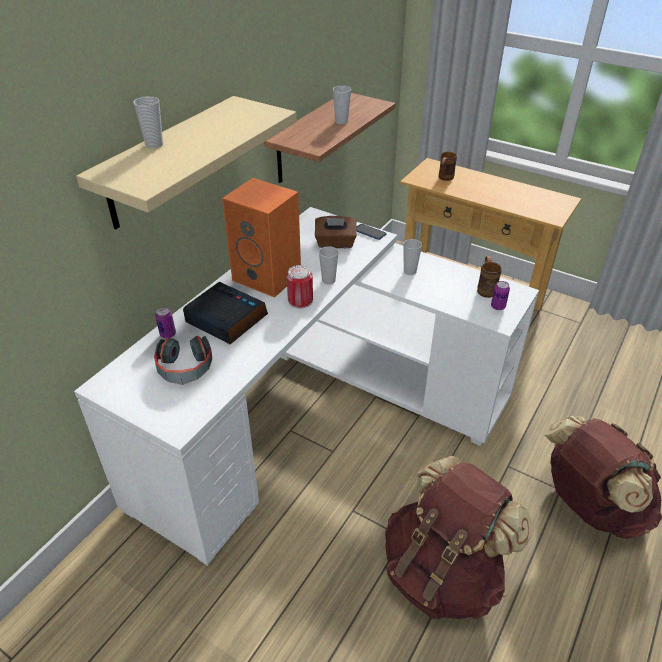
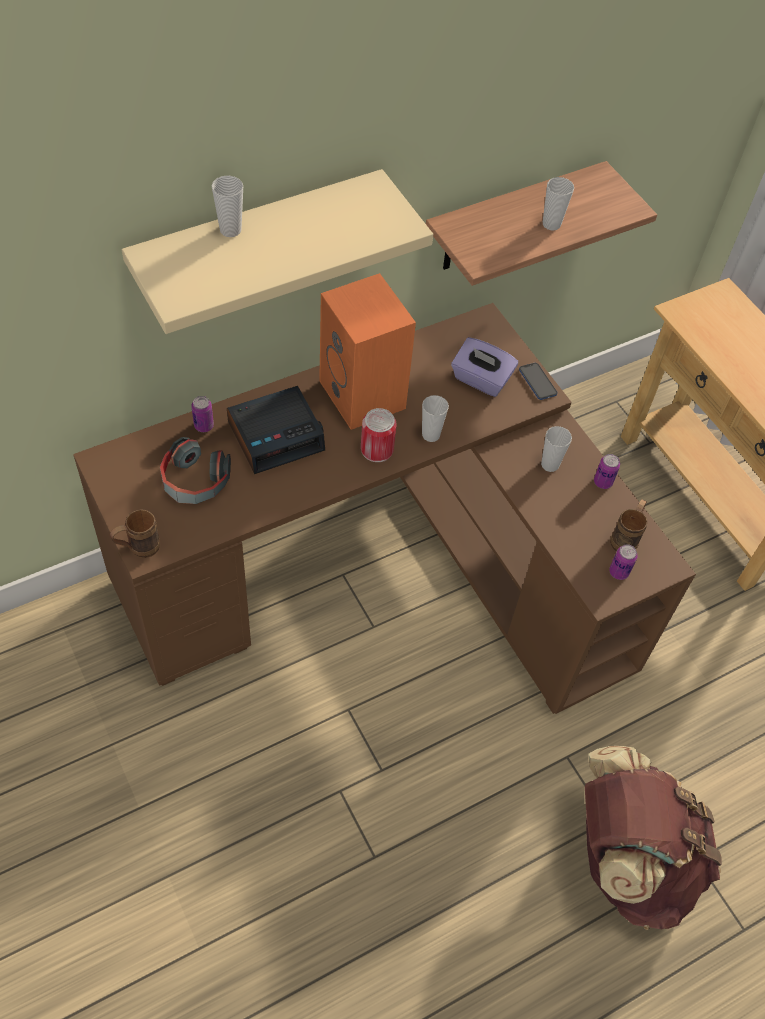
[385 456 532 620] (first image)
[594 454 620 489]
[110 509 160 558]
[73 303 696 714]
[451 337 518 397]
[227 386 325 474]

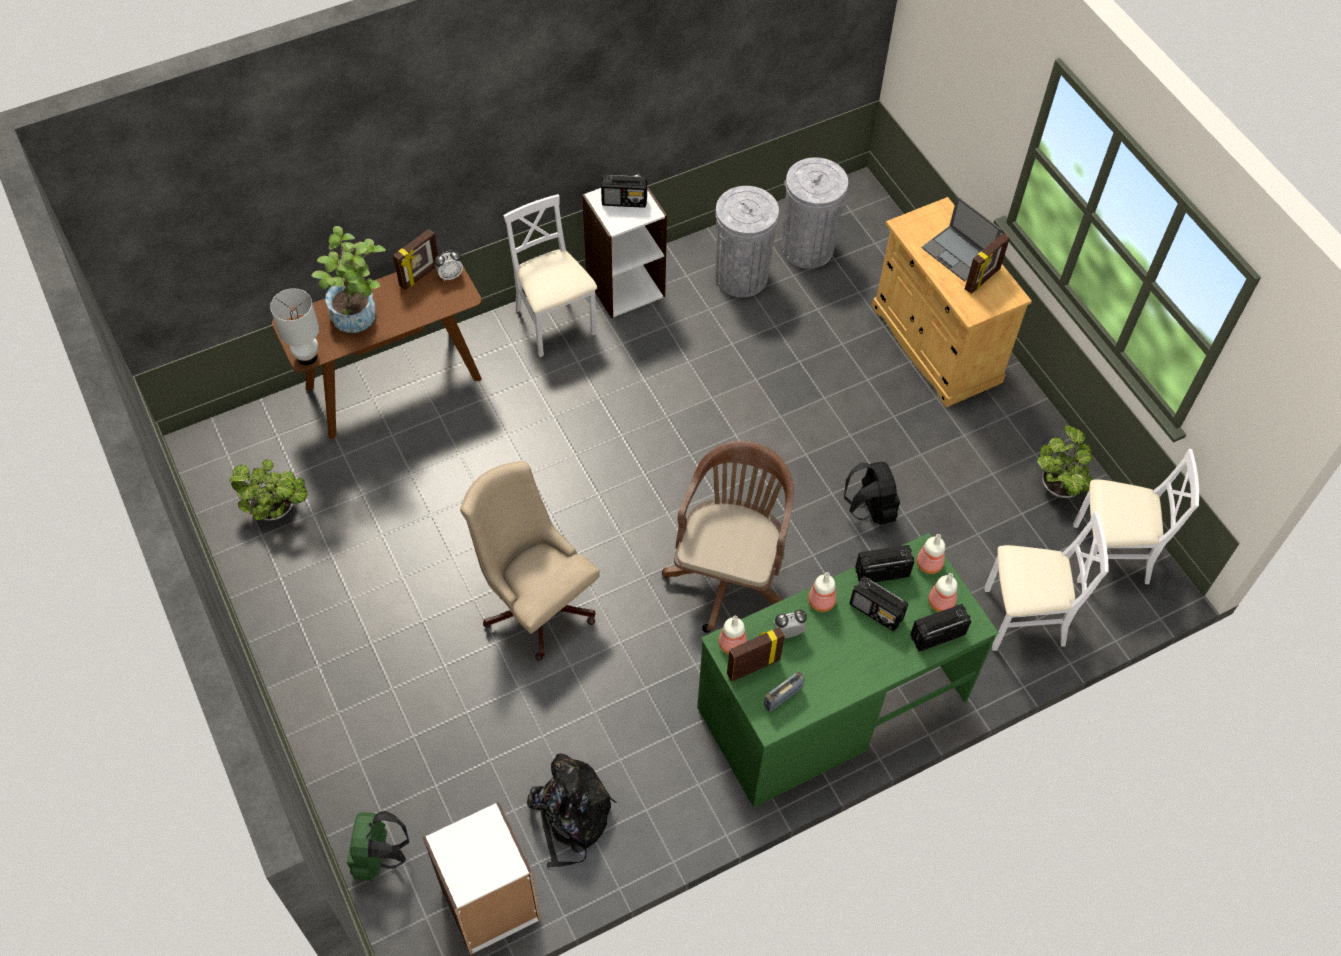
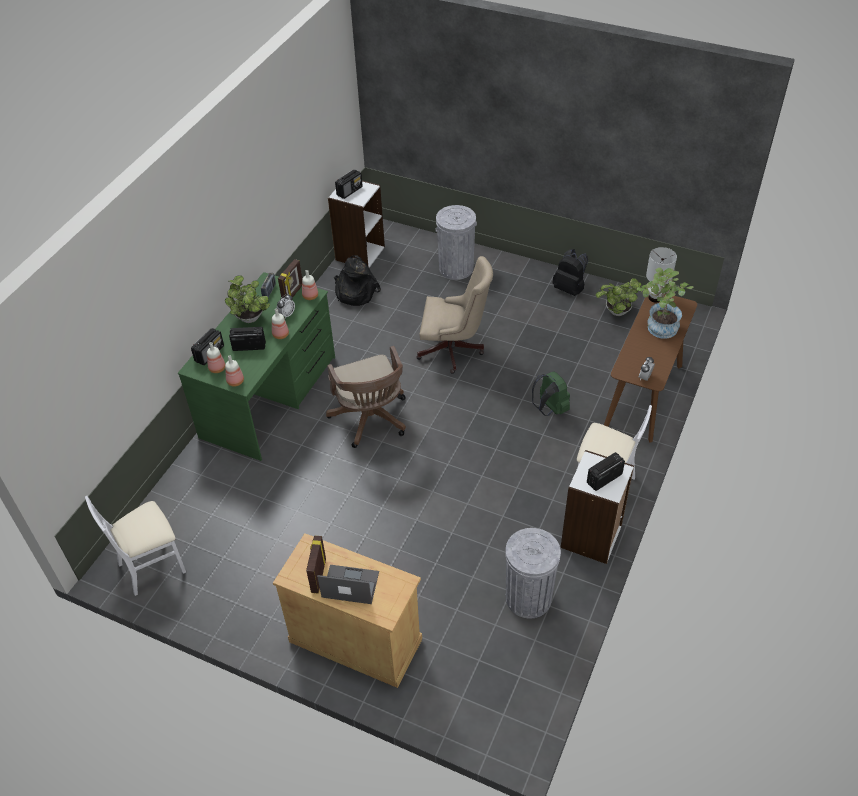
[393 229 438 290] (first image)
[984 511 1109 651] (first image)
[532 371 570 416]
[435 205 477 280]
[552 249 588 296]
[335 170 363 199]
[225 275 270 323]

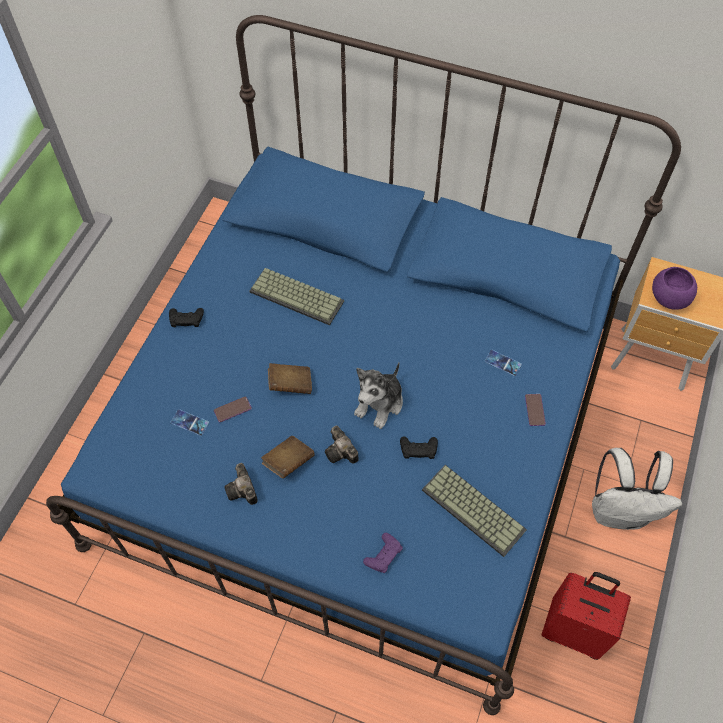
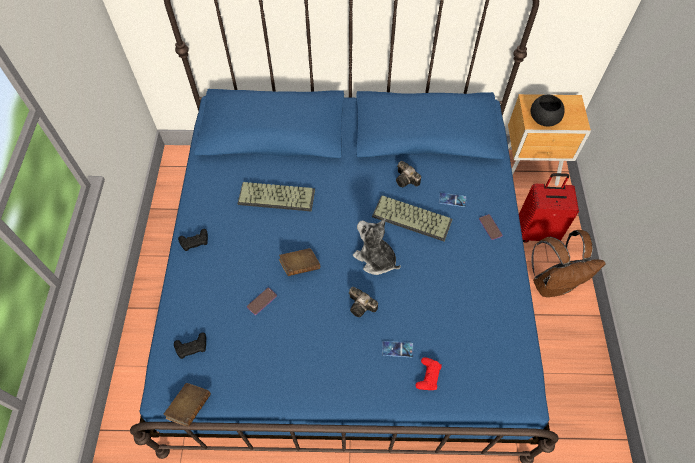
[382 341 413 357]
[396 161 421 187]
[163 383 211 427]
[174 332 206 359]
[372 195 452 241]
[519 173 579 243]
[415 357 442 390]
[532 230 606 297]
[531 95 565 127]
[353 218 401 275]

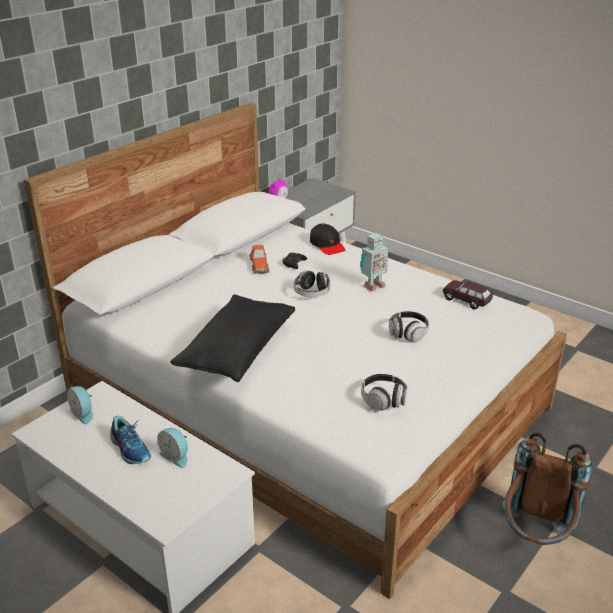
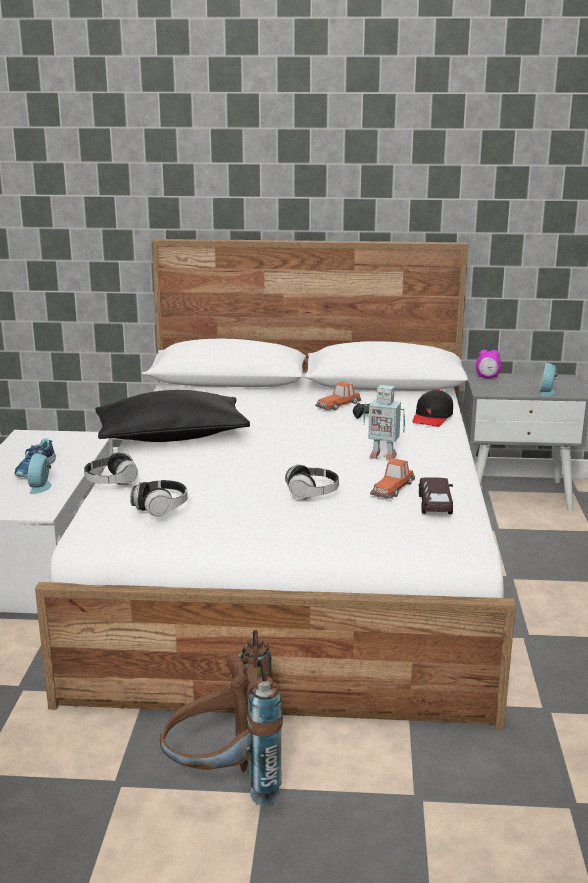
[370 458 415 499]
[540 363 558 397]
[84 452 138 485]

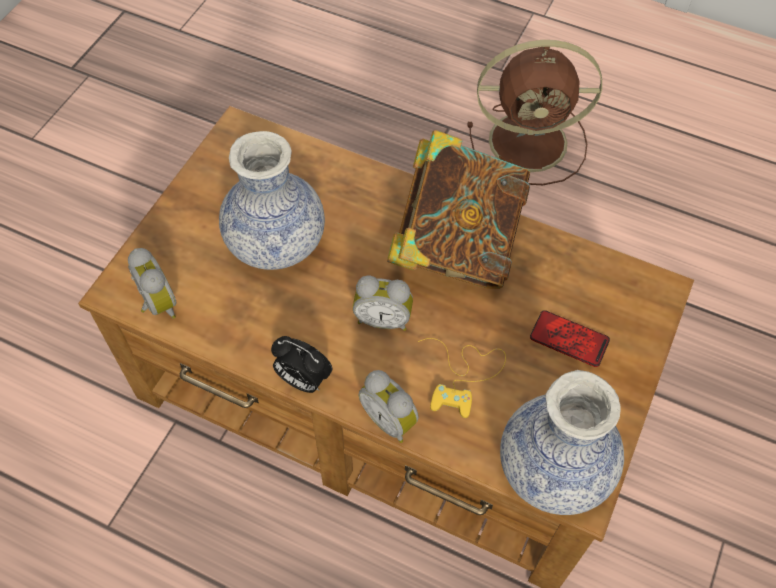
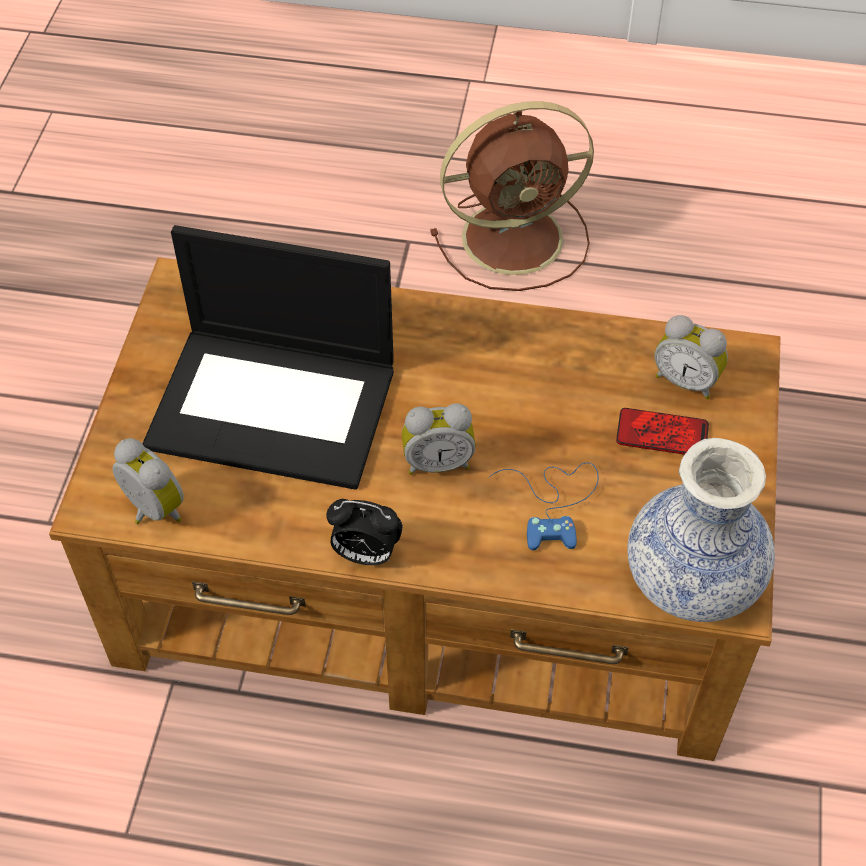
[387 130 530 289] (first image)
[654 315 728 400]
[142 225 394 490]
[489 462 598 551]

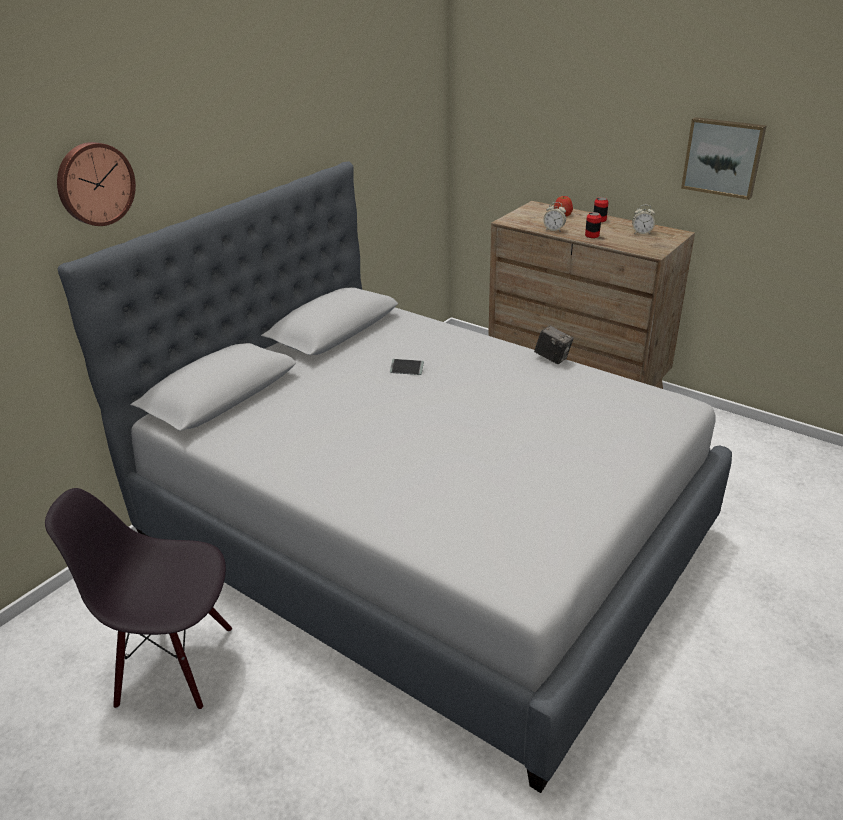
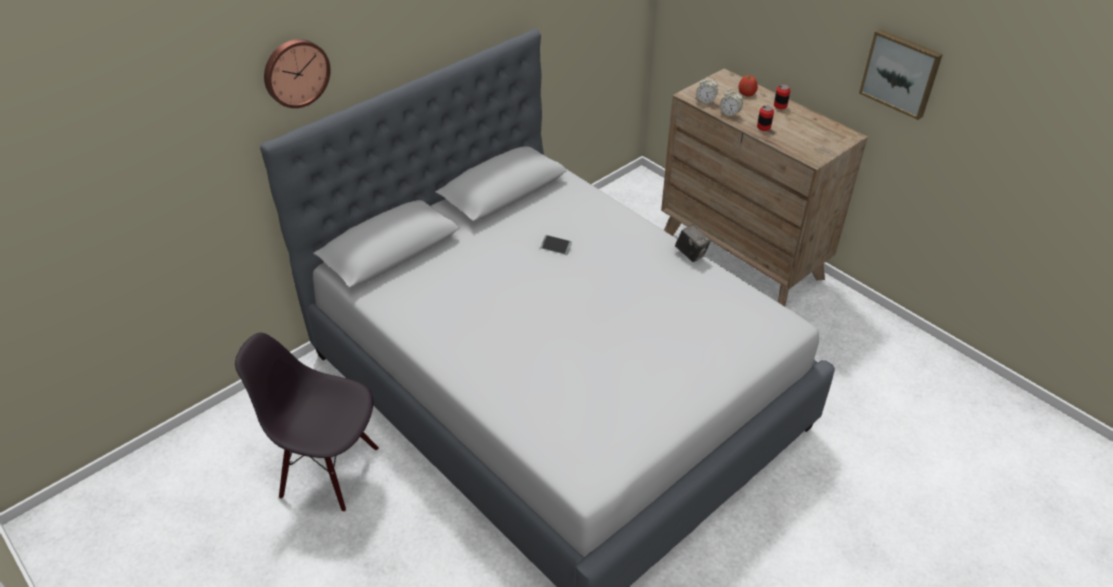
[696 76 718 104]

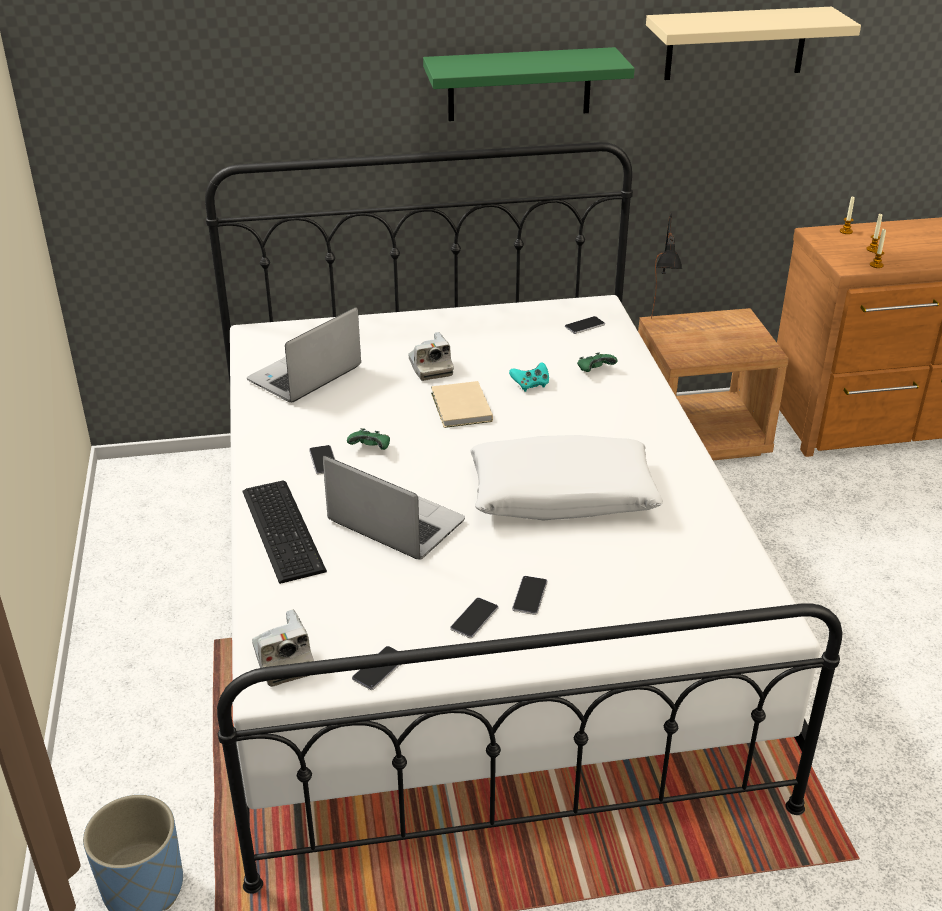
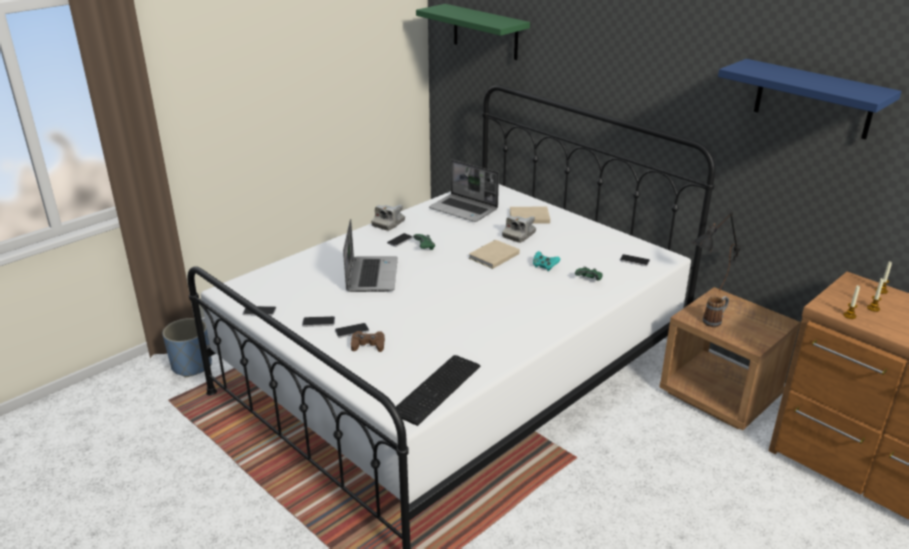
[470 435 663 520] (first image)
[351 331 385 352]
[510 207 550 224]
[703 296 729 327]
[396 355 480 426]
[371 205 405 231]
[416 4 530 60]
[718 59 902 139]
[429 160 499 222]

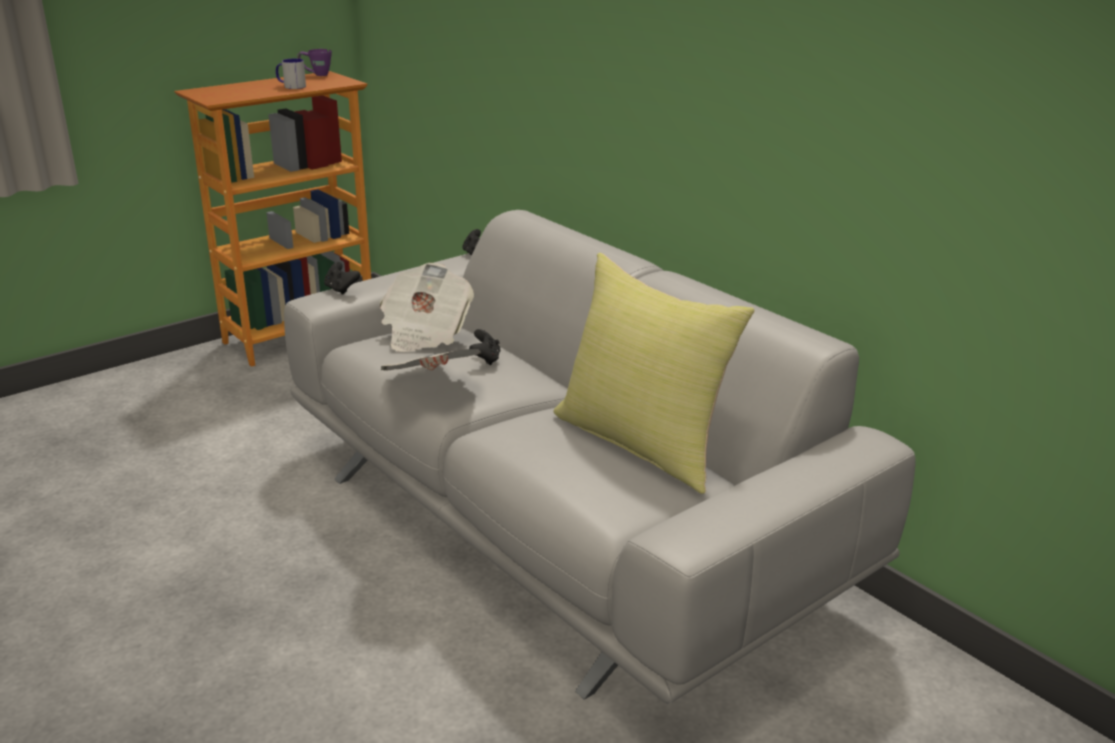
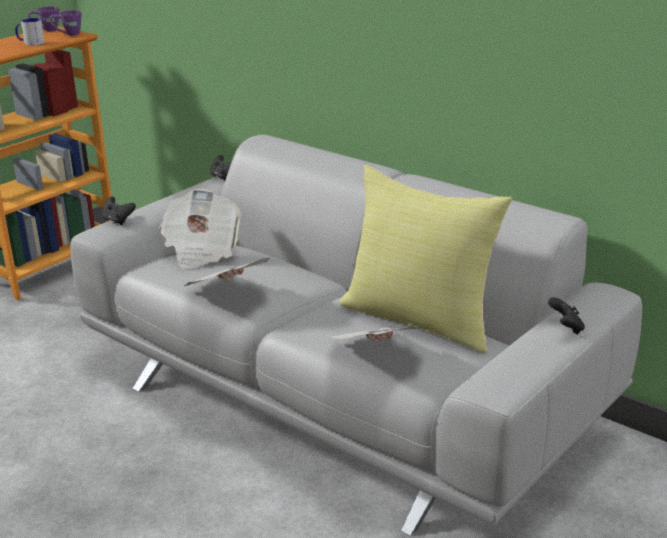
[49 10 82 36]
[328 327 425 343]
[548 297 585 335]

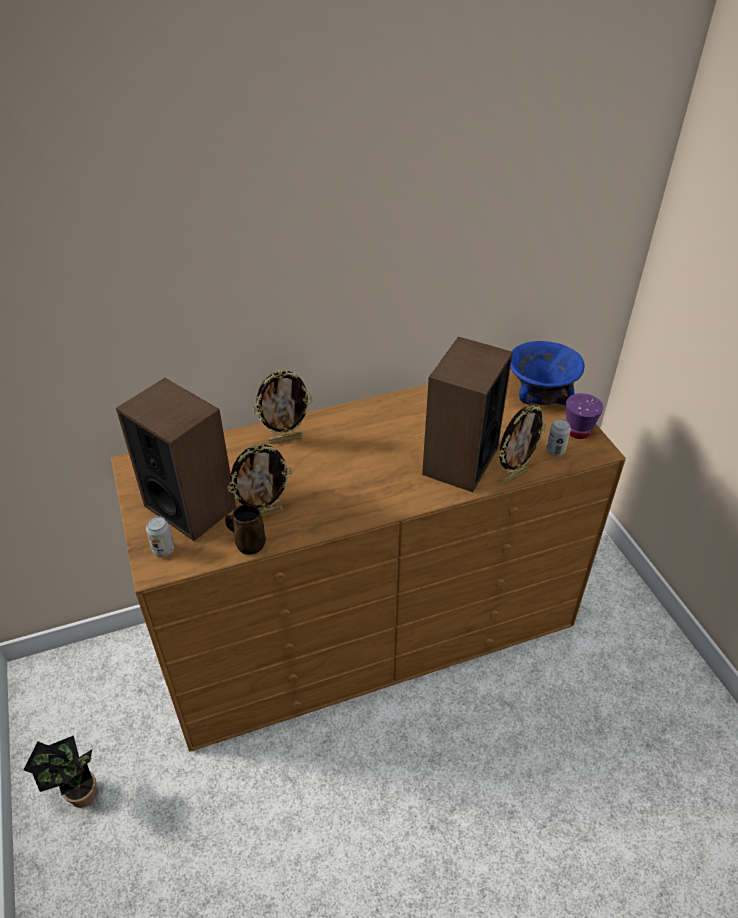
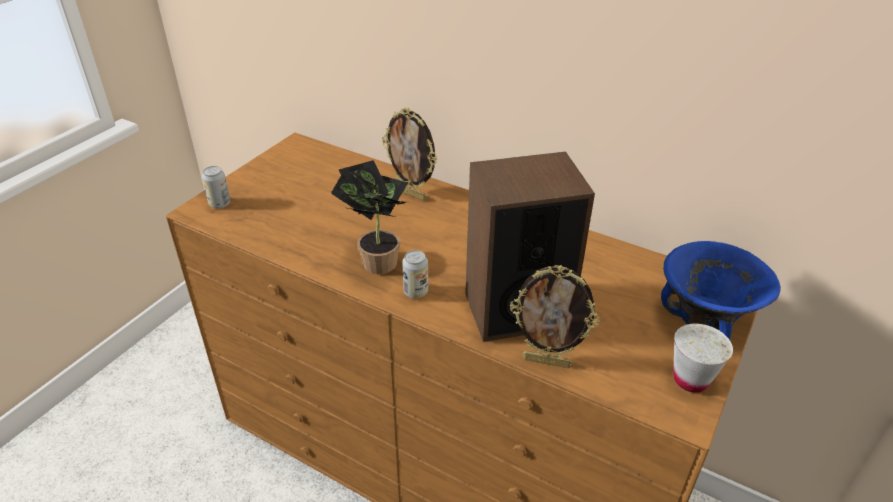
[116 378 236 541] (first image)
[225 504 266 555] (first image)
[228 444 292 518] (first image)
[331 160 409 274]
[402 250 428 298]
[674 324 733 393]

